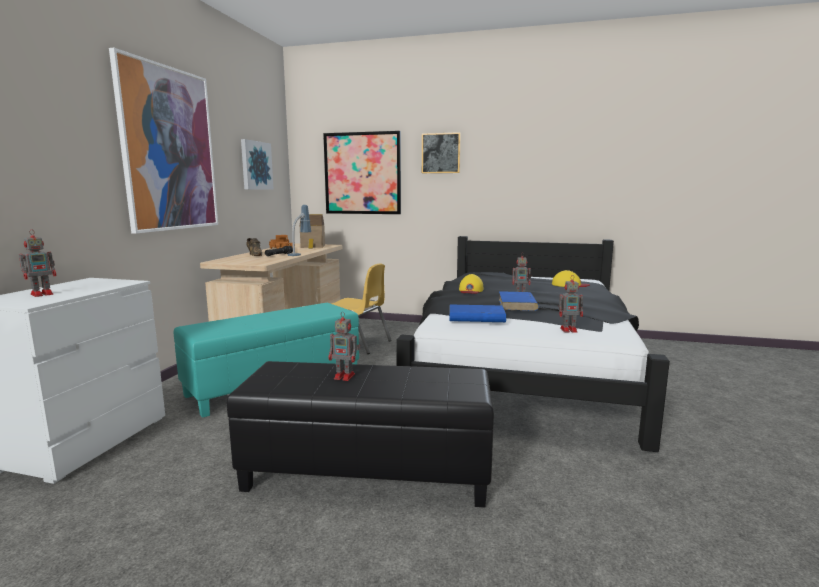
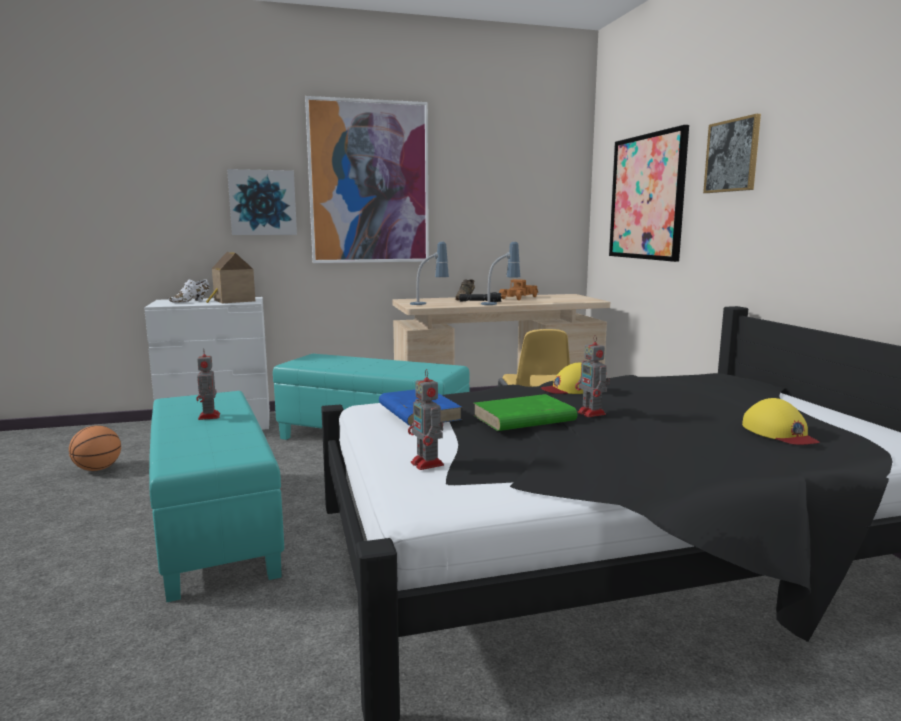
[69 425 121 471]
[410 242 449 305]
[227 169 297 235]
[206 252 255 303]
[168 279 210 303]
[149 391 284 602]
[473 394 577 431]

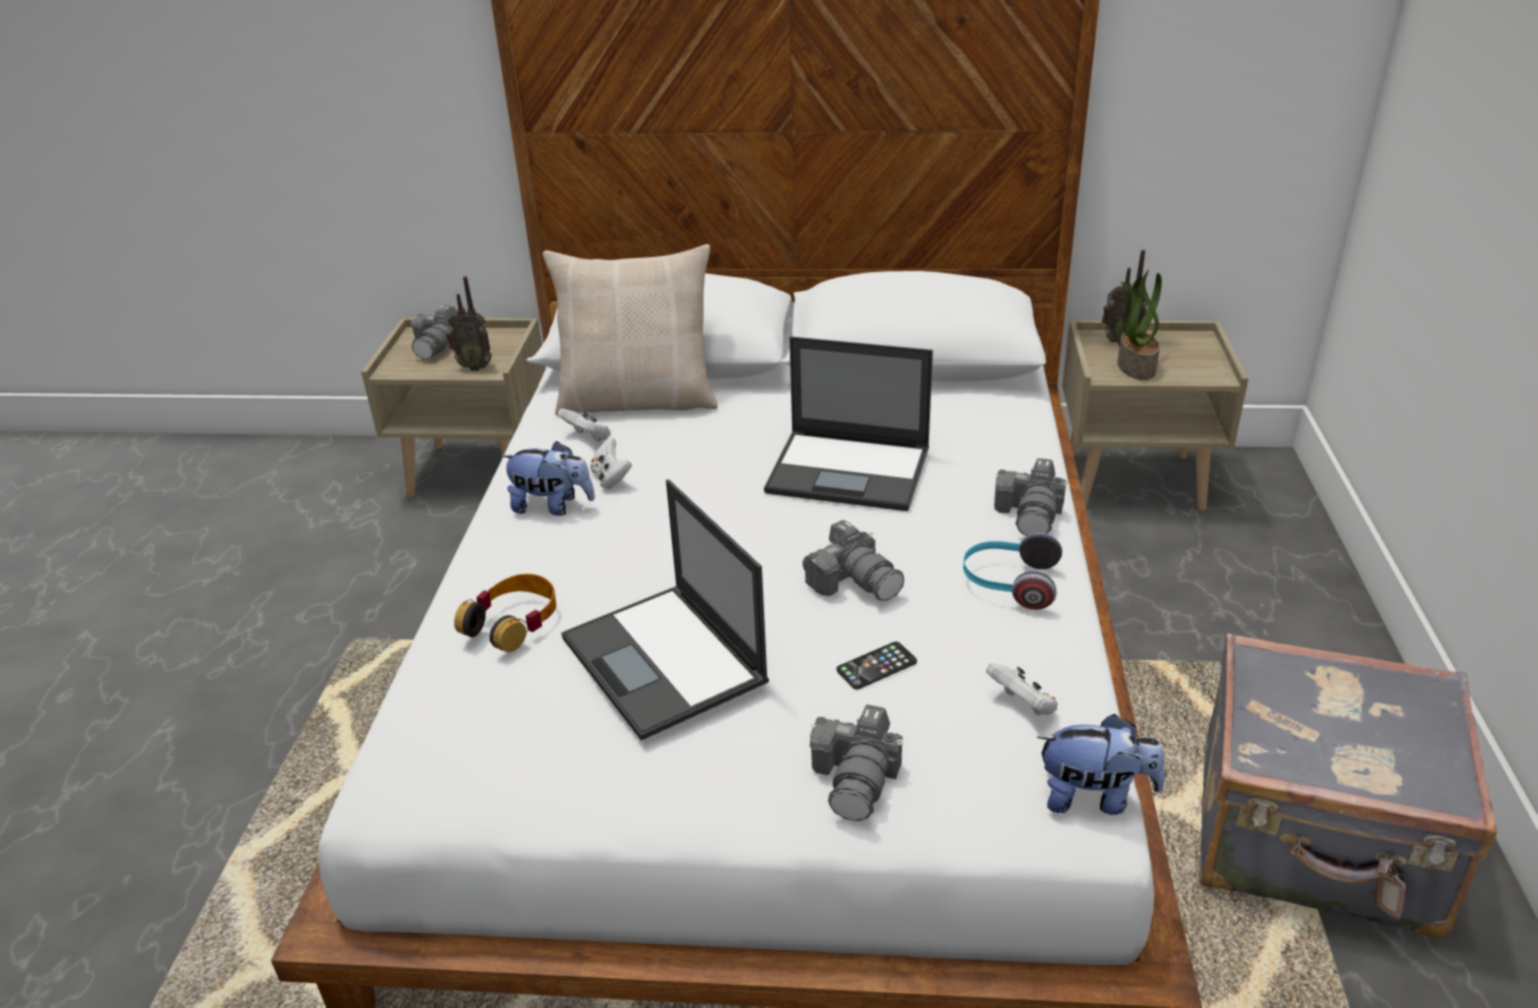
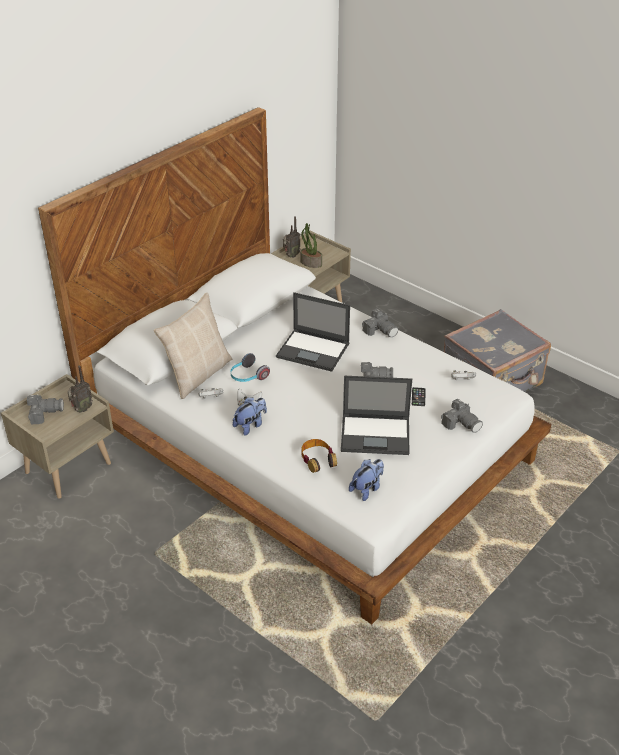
[230 353 270 382]
[349 459 384 501]
[27 394 64 424]
[276 292 350 372]

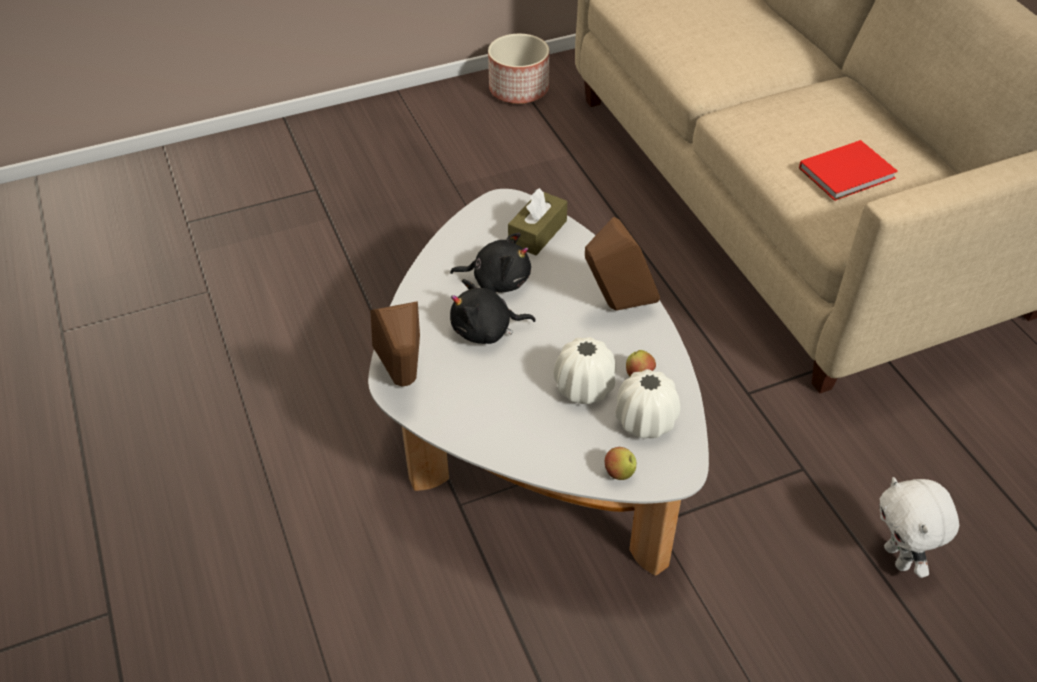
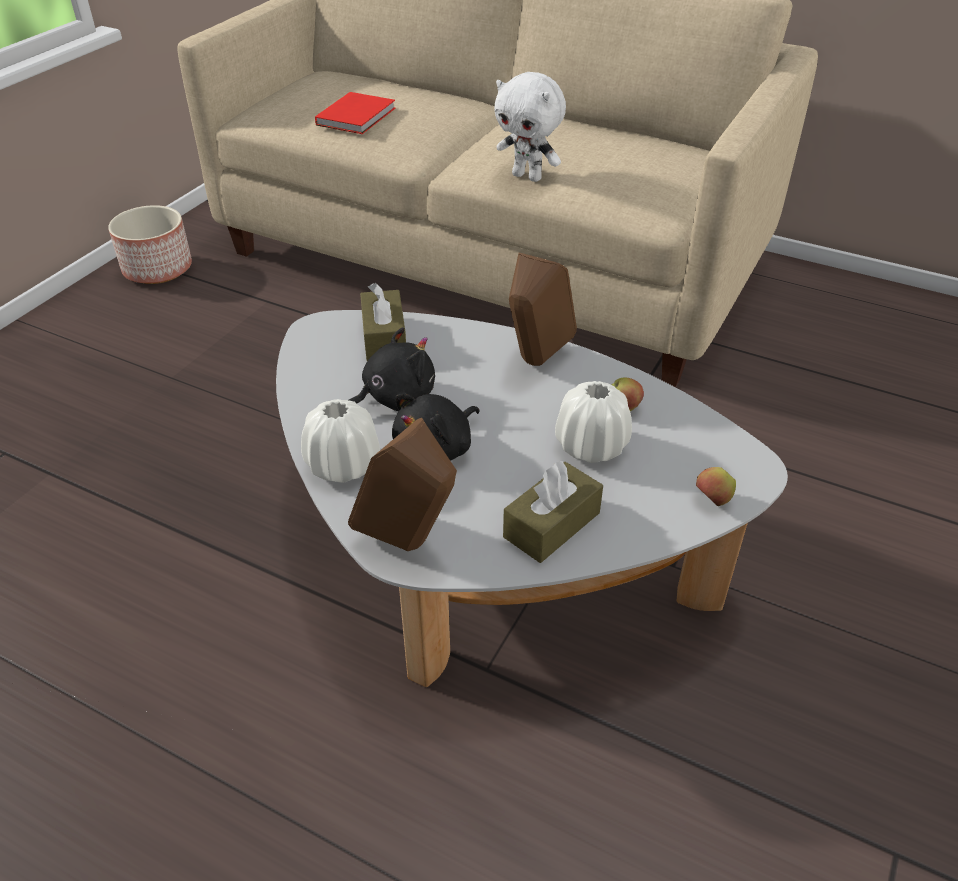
[503 461 603 563]
[301 399 380 483]
[315 92 395 134]
[494 72 566 182]

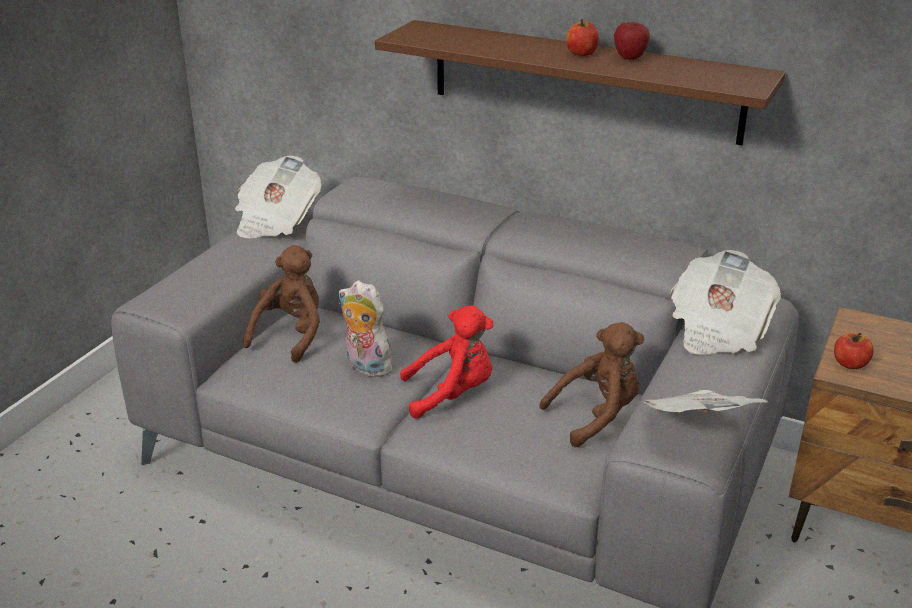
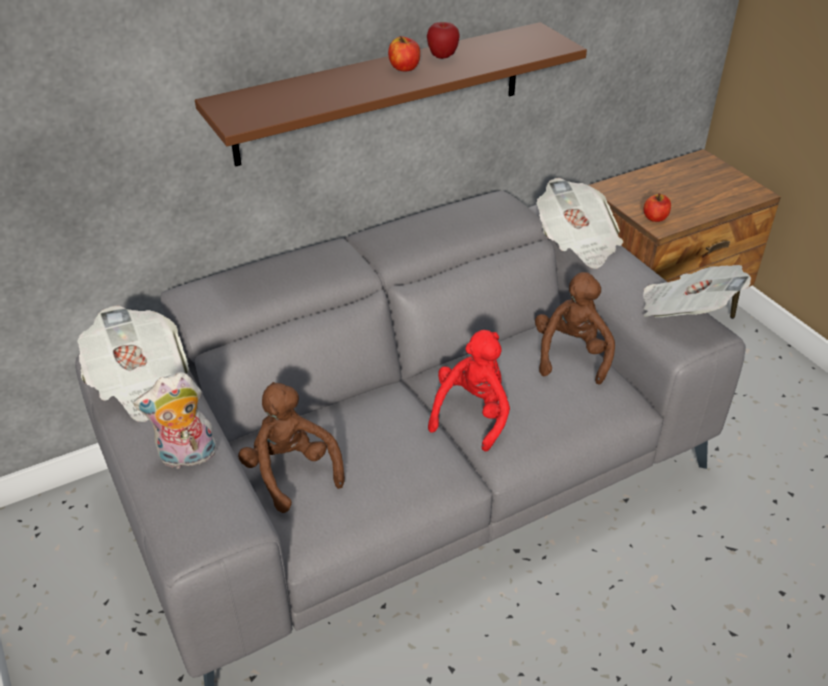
[133 372 218 469]

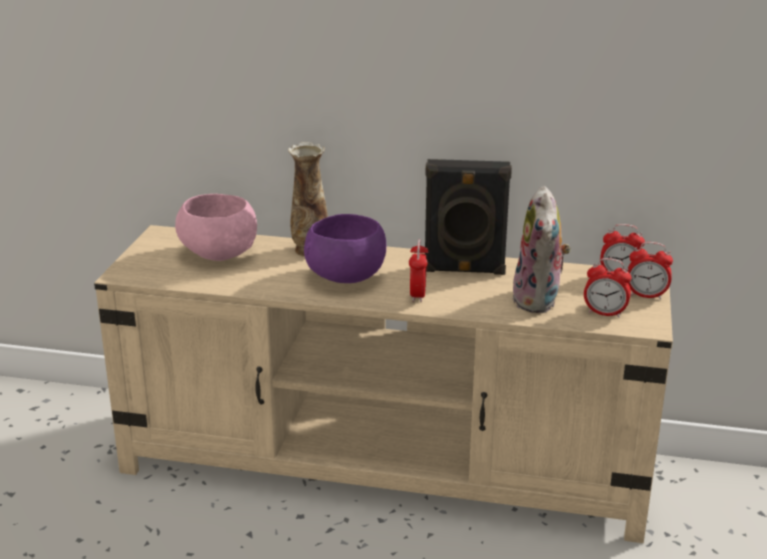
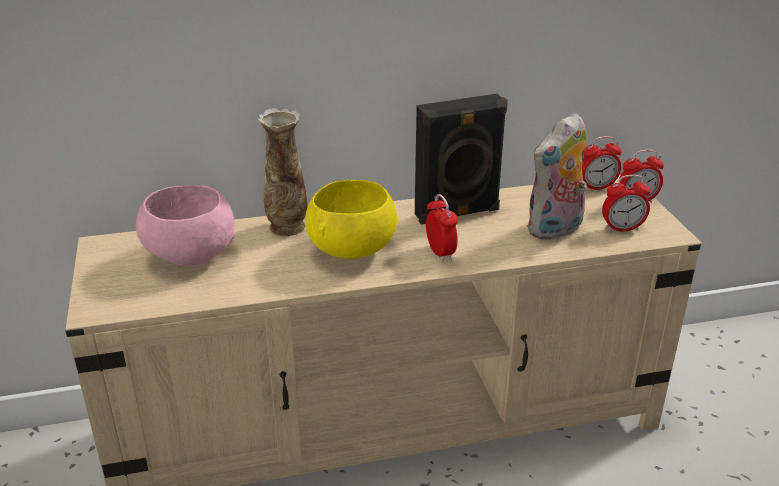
[305 180 397 259]
[527 113 587 241]

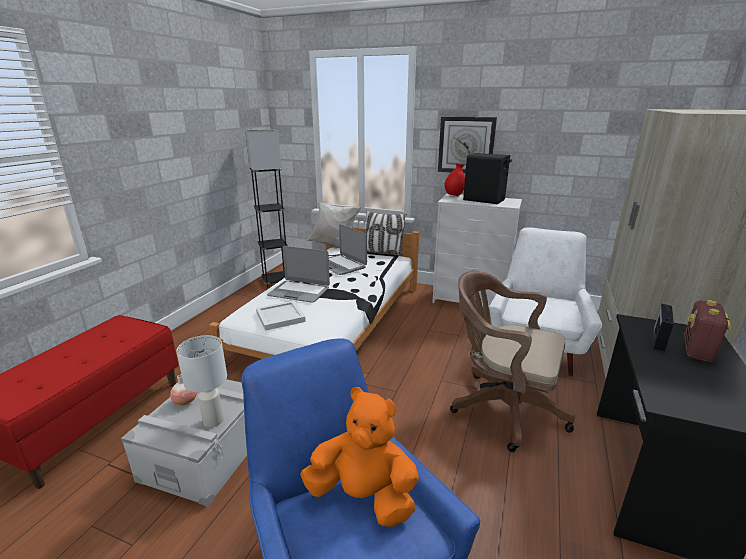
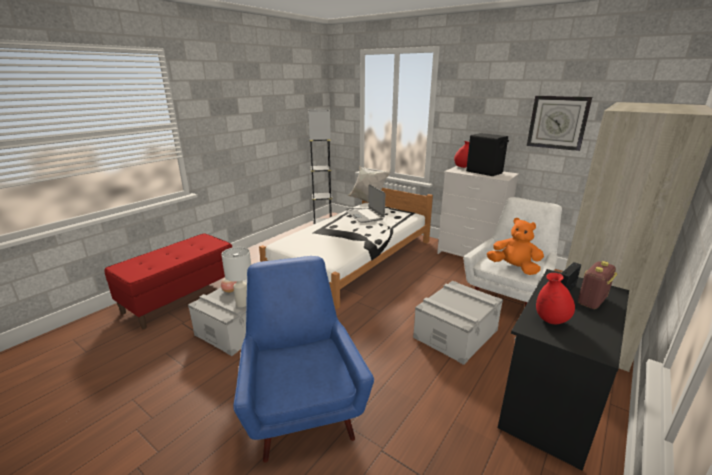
[256 301 306 331] (first image)
[267 246 330 303] (first image)
[366 211 407 256] (first image)
[536 273 575 324]
[487 218 544 275]
[527 95 592 151]
[413 281 503 365]

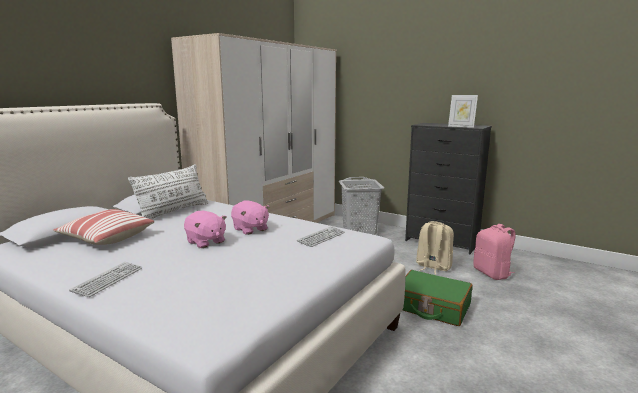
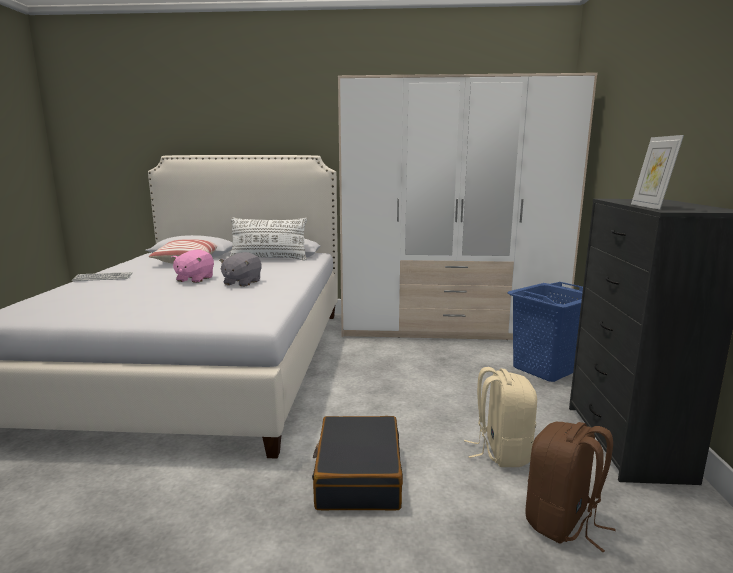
[297 226 345 247] (first image)
[219 252 261 287]
[507 282 583 382]
[312 416 403 511]
[526 422 616 552]

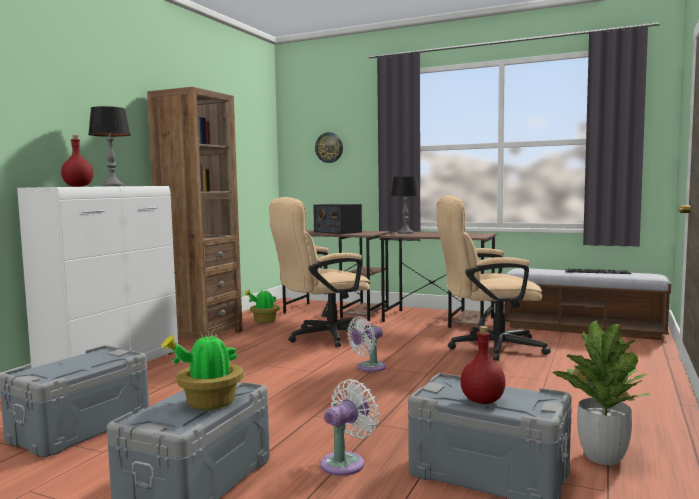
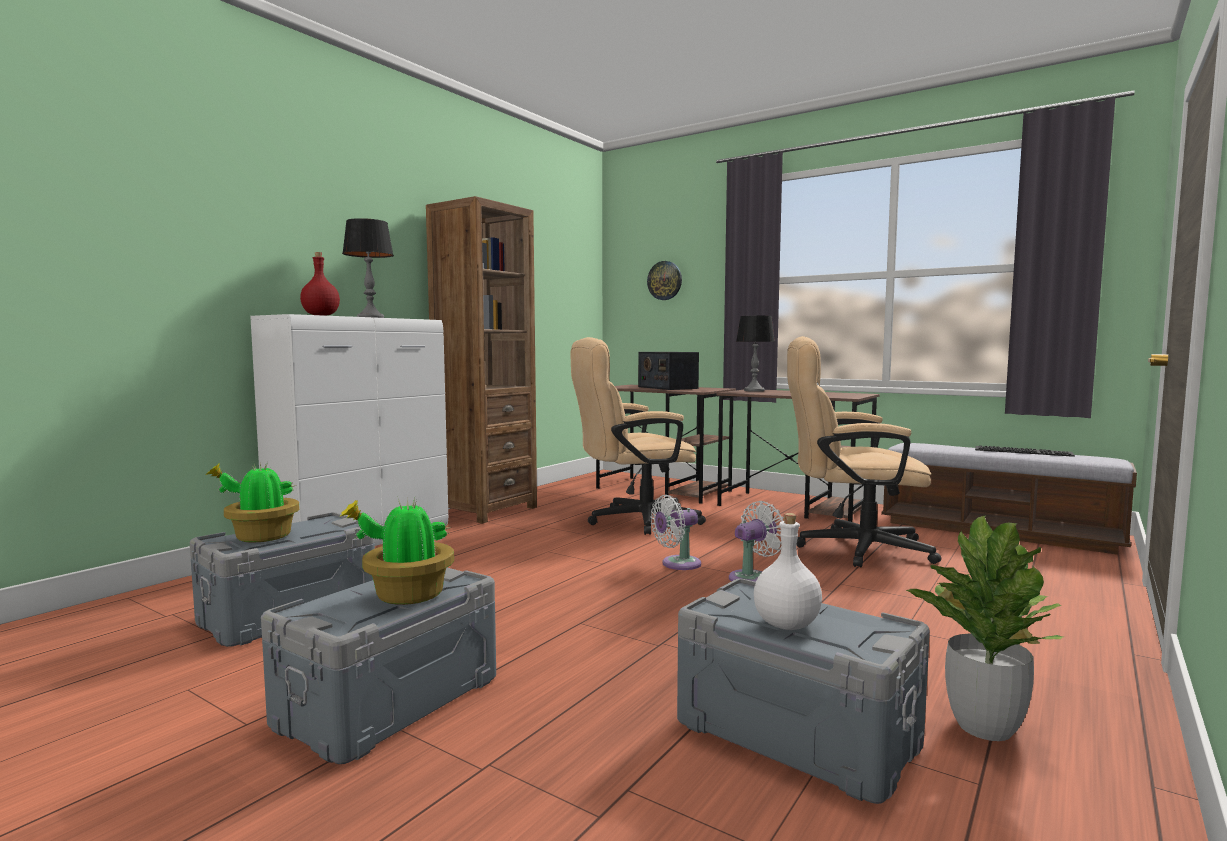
[206 462 300 542]
[729 501 784 582]
[754 513 822 630]

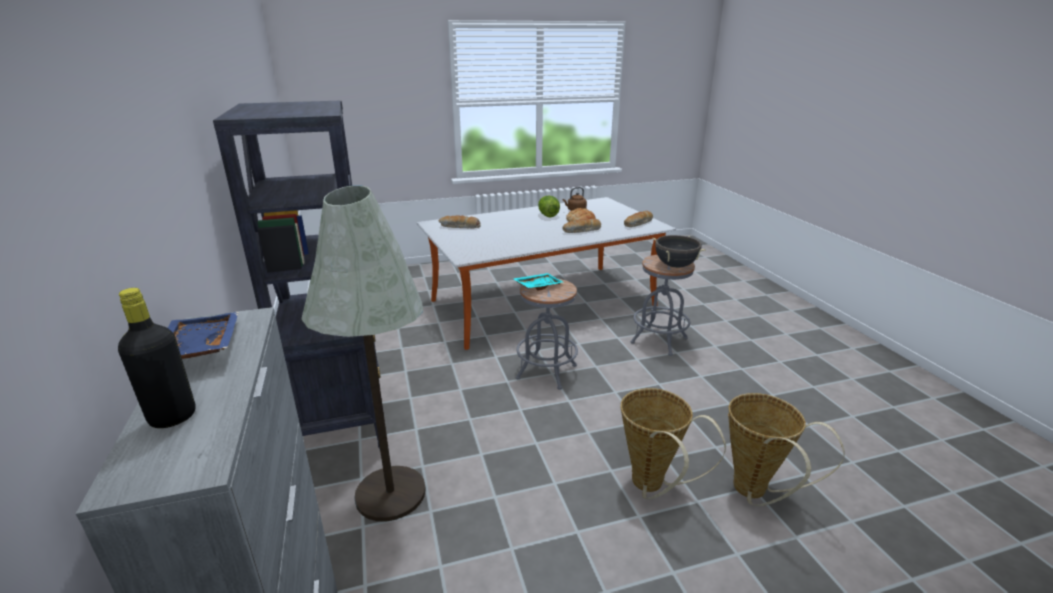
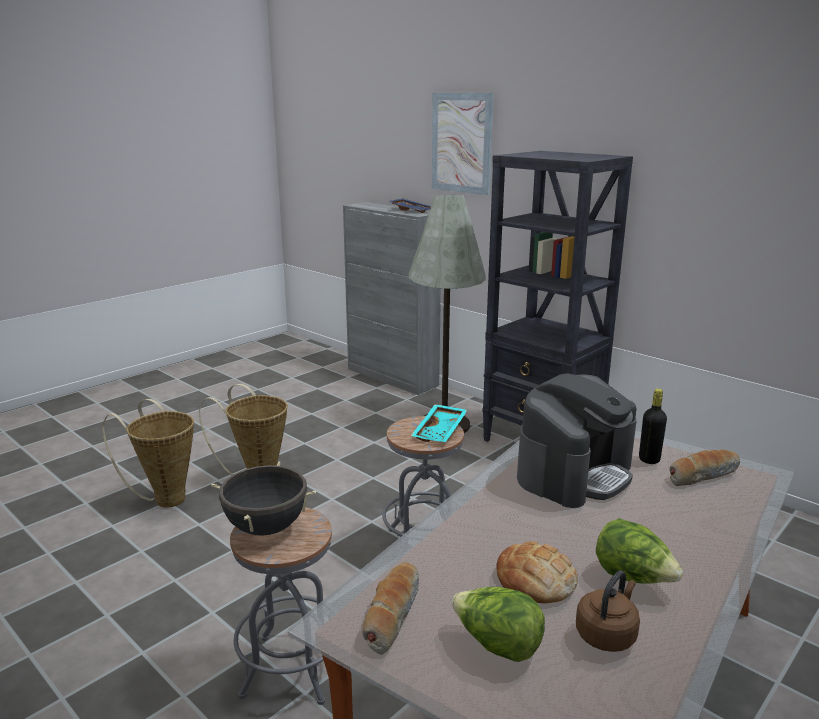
[563 218 601 233] (first image)
[432 93 494 195]
[452 587 545 662]
[517 373 637 508]
[639 389 667 464]

